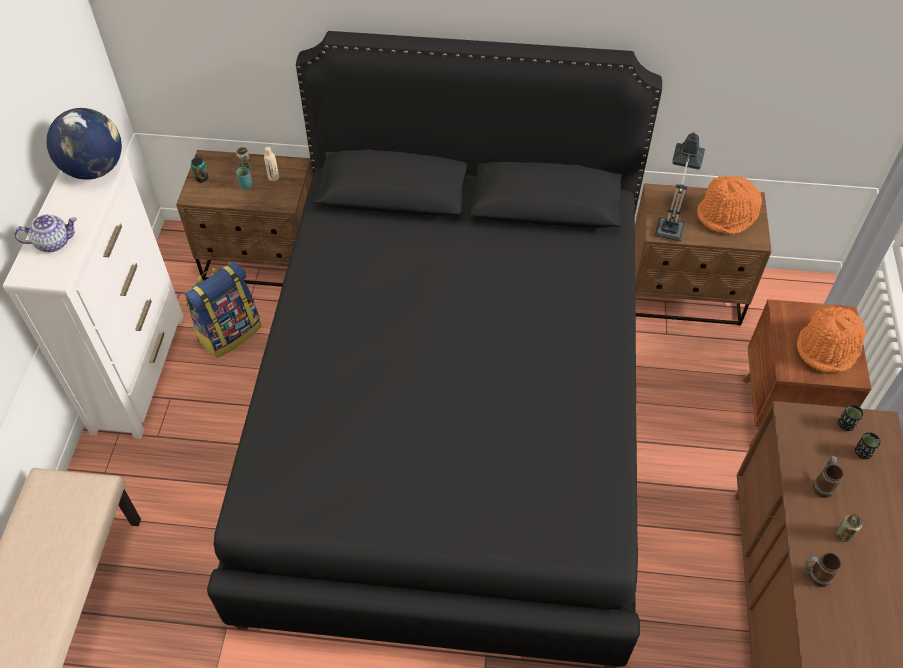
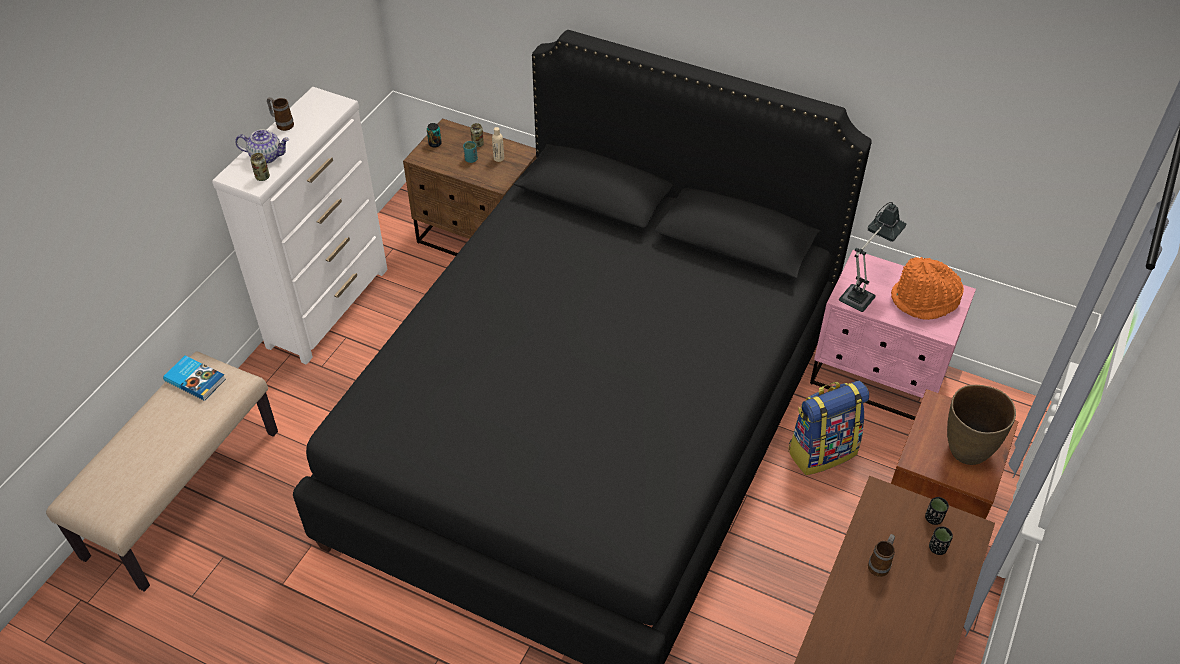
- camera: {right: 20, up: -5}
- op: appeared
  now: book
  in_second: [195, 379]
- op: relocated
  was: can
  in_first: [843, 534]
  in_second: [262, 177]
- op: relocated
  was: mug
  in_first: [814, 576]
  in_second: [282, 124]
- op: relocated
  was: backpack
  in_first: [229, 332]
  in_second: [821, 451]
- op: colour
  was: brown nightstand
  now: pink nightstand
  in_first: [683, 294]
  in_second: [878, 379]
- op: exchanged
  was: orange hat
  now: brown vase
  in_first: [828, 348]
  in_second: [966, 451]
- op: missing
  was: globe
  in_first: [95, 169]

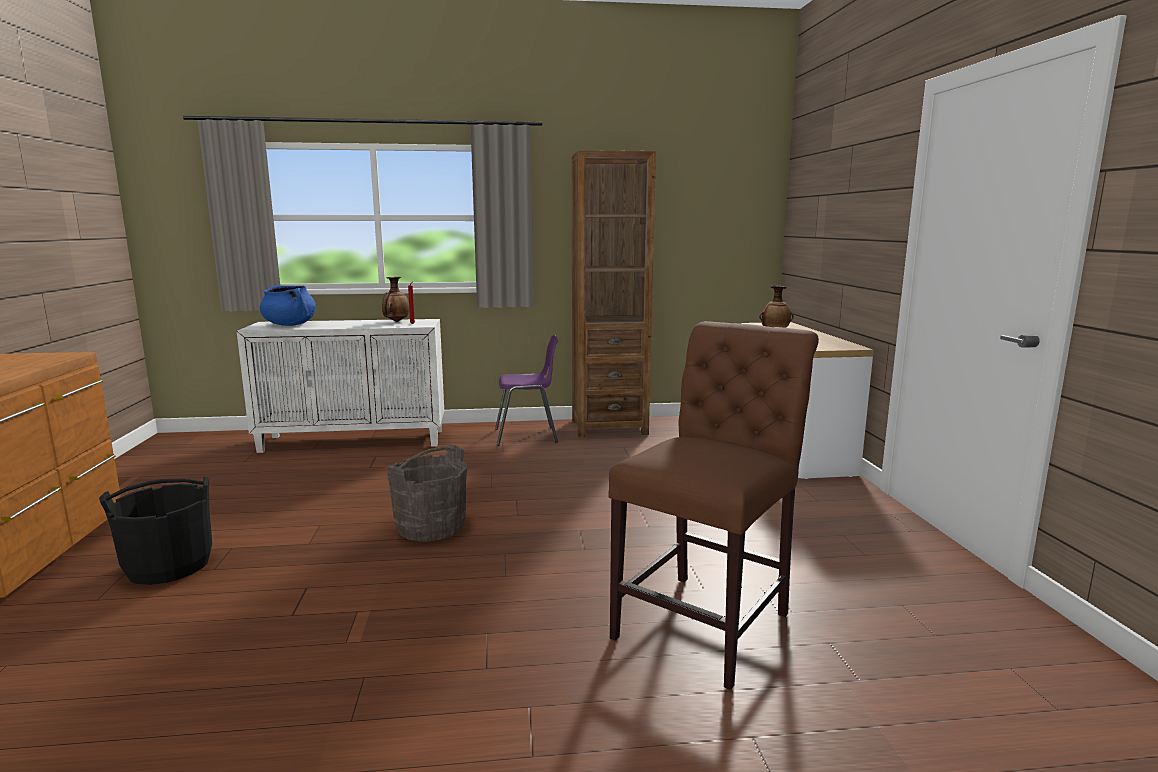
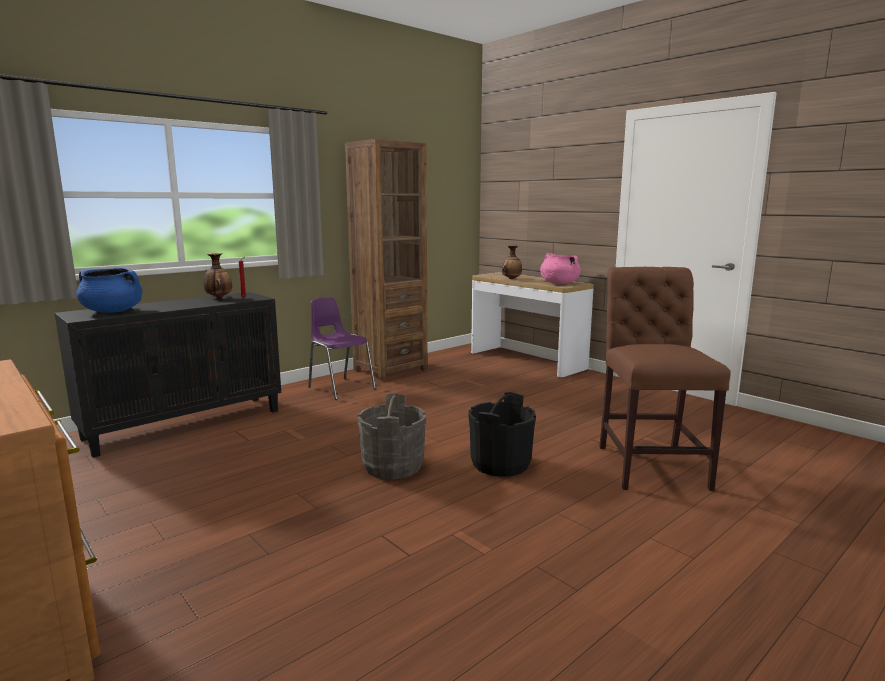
- camera: {right: -35, up: 0}
- op: colour
  was: white cabinet
  now: black cabinet
  in_first: [355, 440]
  in_second: [186, 423]
- op: spun
  was: purple chair
  in_first: [527, 436]
  in_second: [340, 388]
  clockwise: -90
- op: relocated
  was: black bucket
  in_first: [169, 566]
  in_second: [500, 464]
- op: appeared
  now: pink cooking pot
  in_second: [559, 283]

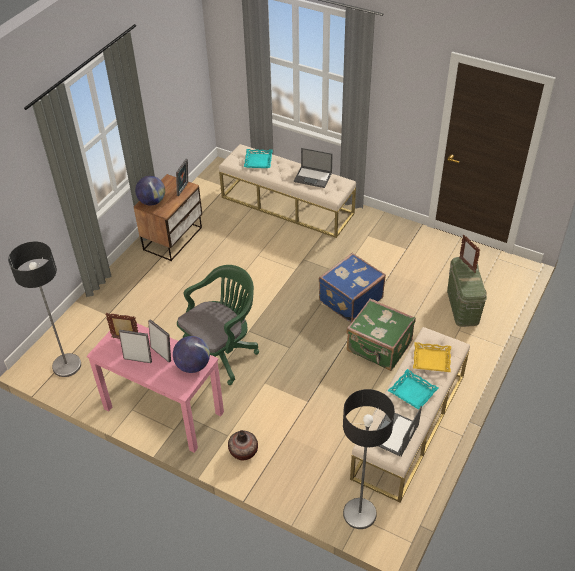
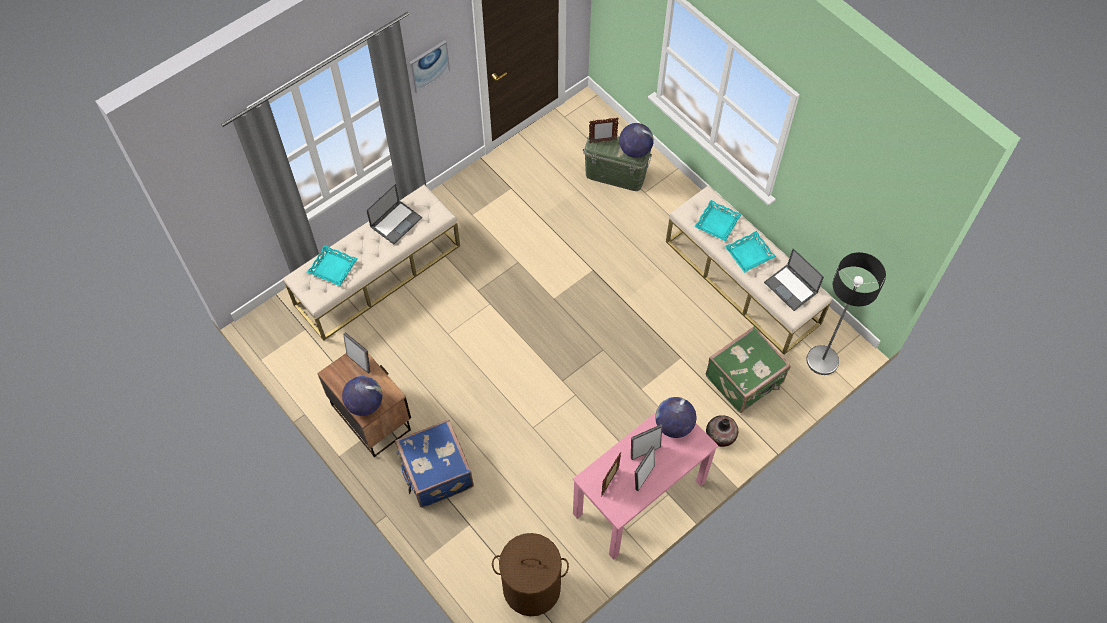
- camera: {right: -70, up: 15}
- op: relocated
  was: blue suitcase
  in_first: [349, 299]
  in_second: [435, 473]
- op: appeared
  now: picture
  in_second: [429, 65]
- op: exchanged
  was: floor lamp
  now: brown laundry basket
  in_first: [66, 365]
  in_second: [531, 588]
- op: appeared
  now: globe
  in_second: [635, 150]
- op: colour
  was: yellow tray
  now: turquoise tray
  in_first: [431, 360]
  in_second: [717, 223]
- op: relocated
  was: green suitcase
  in_first: [379, 348]
  in_second: [745, 380]
- op: missing
  was: green office chair
  in_first: [221, 353]

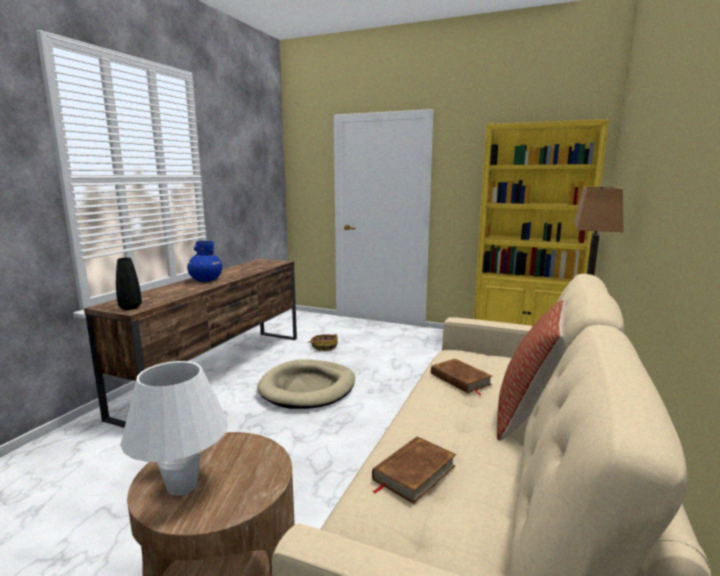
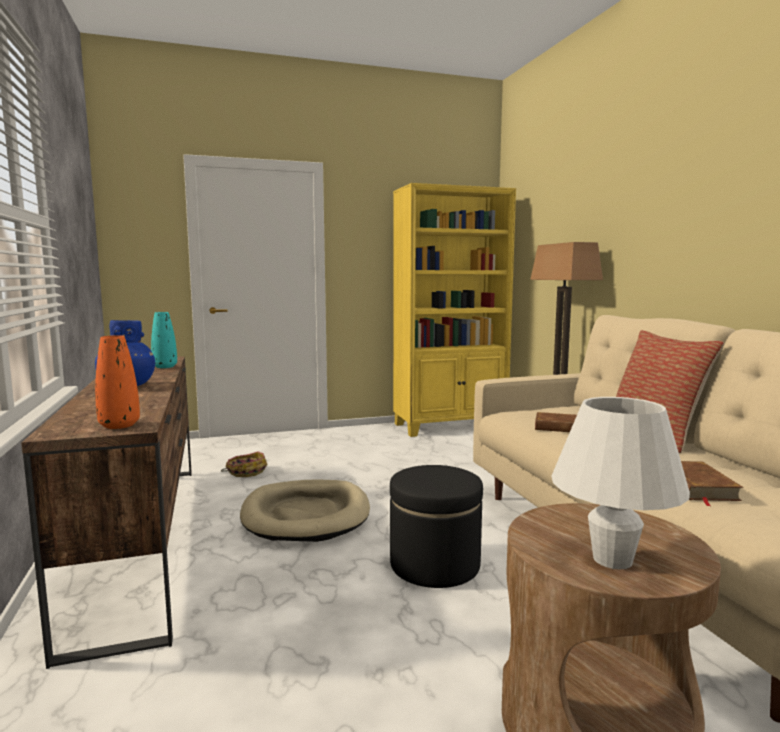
- camera: {right: -40, up: -5}
- op: colour
  was: black vase
  now: orange vase
  in_first: [130, 307]
  in_second: [119, 425]
- op: appeared
  now: turquoise vase
  in_second: [165, 367]
- op: appeared
  now: black ottoman
  in_second: [435, 564]

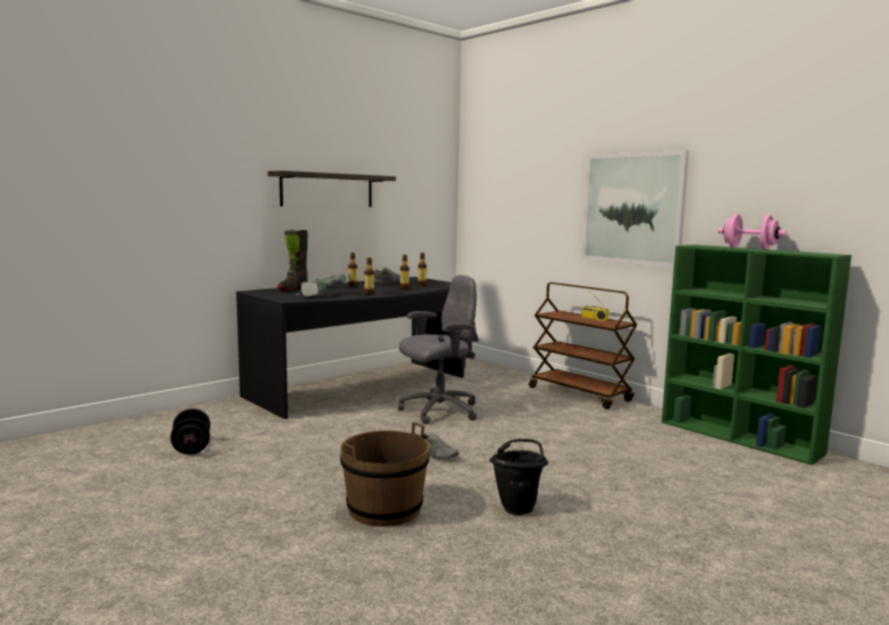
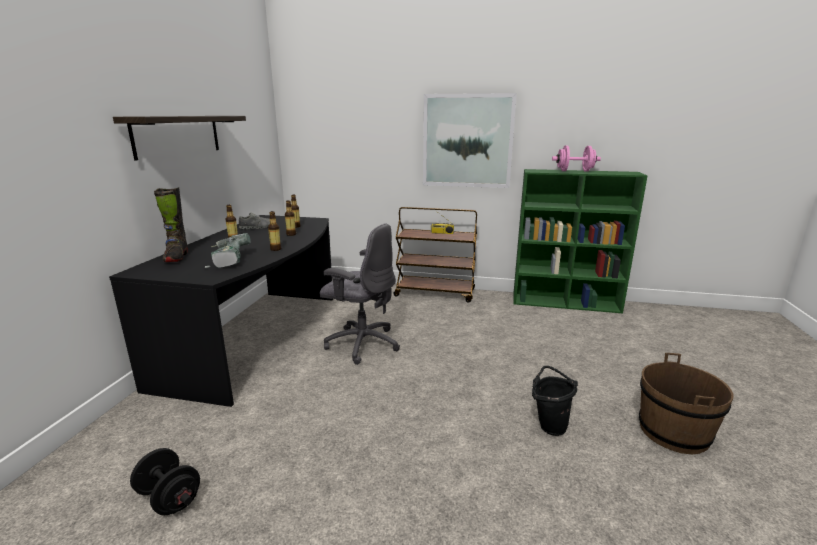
- camera: {right: -35, up: 10}
- op: spun
  was: grey office chair
  in_first: [438, 411]
  in_second: [362, 343]
  clockwise: 90
- op: relocated
  was: brown bucket
  in_first: [384, 509]
  in_second: [673, 432]
- op: missing
  was: grey shoe
  in_first: [437, 455]

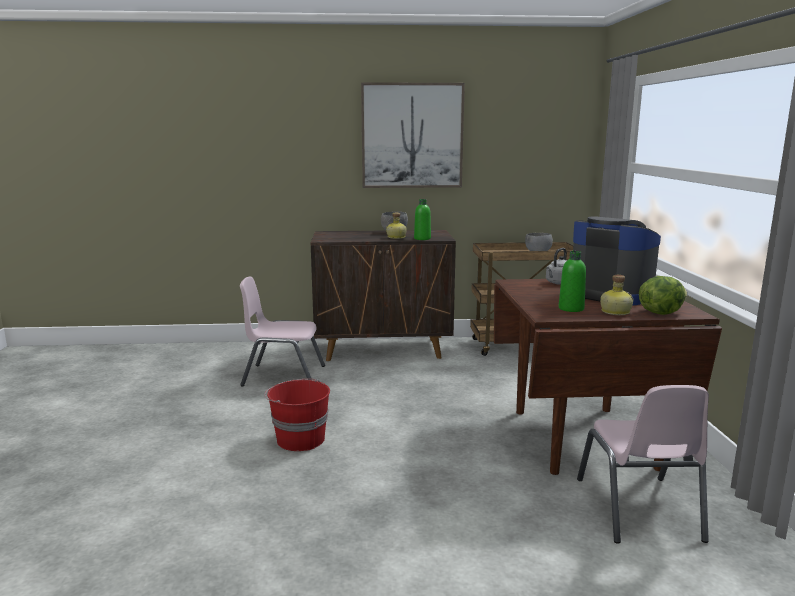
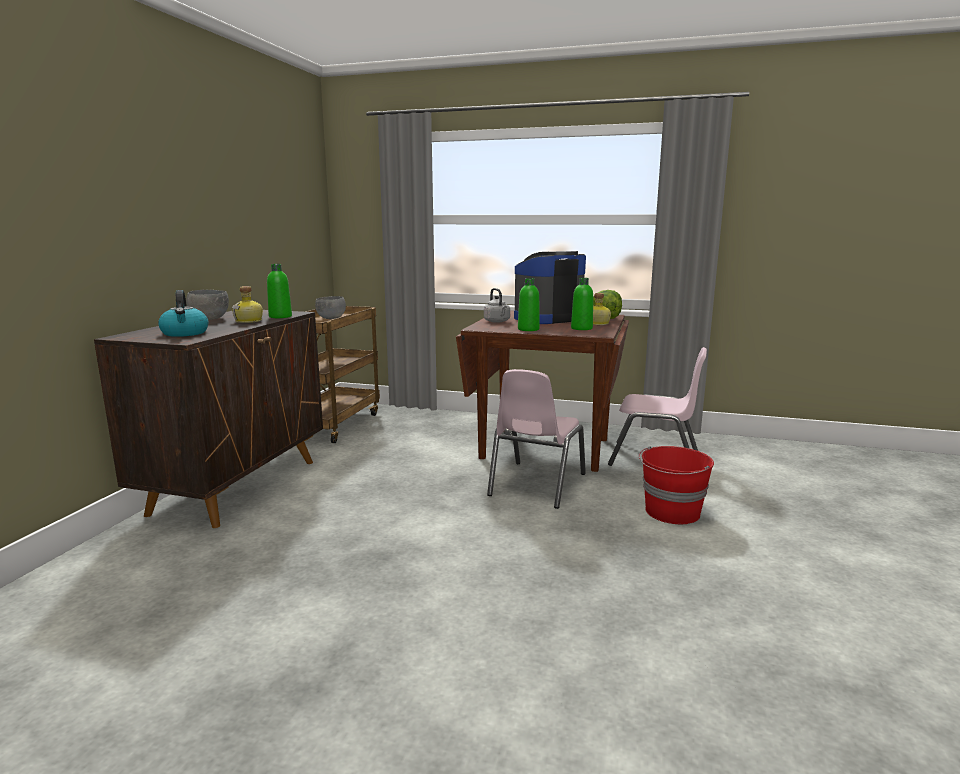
- camera: {right: -70, up: 0}
- op: appeared
  now: kettle
  in_second: [185, 333]
- op: relocated
  was: pink chair
  in_first: [283, 376]
  in_second: [536, 484]
- op: appeared
  now: green bottle
  in_second: [528, 329]
- op: relocated
  was: red bucket
  in_first: [299, 439]
  in_second: [672, 512]
- op: missing
  was: picture
  in_first: [412, 136]

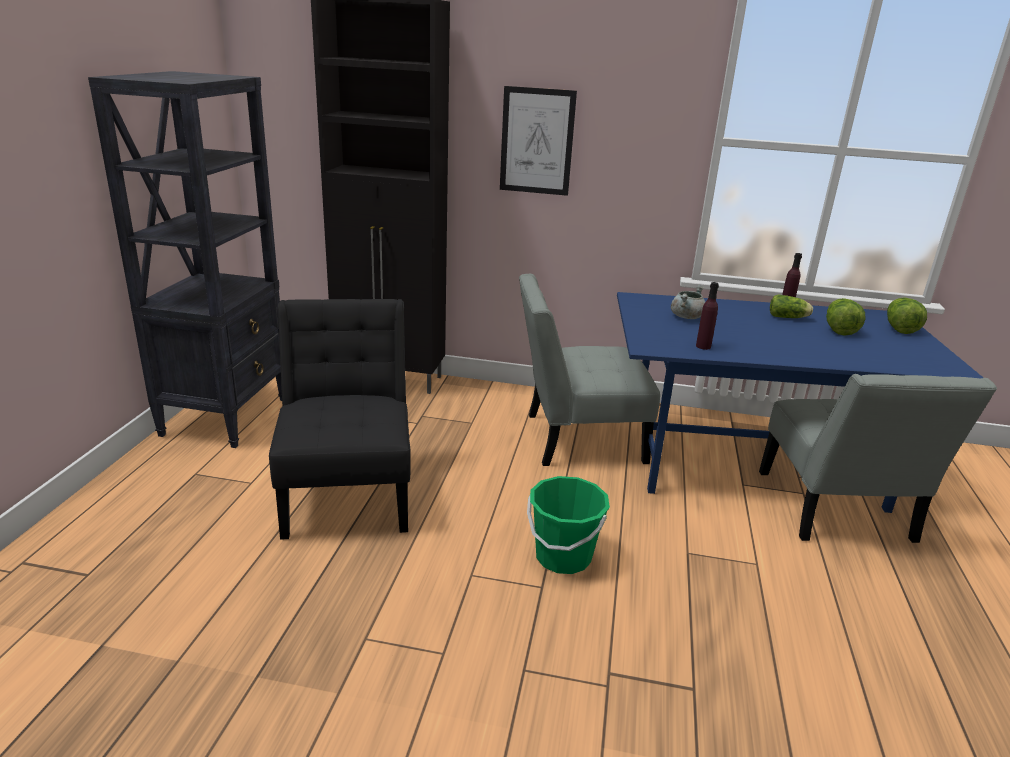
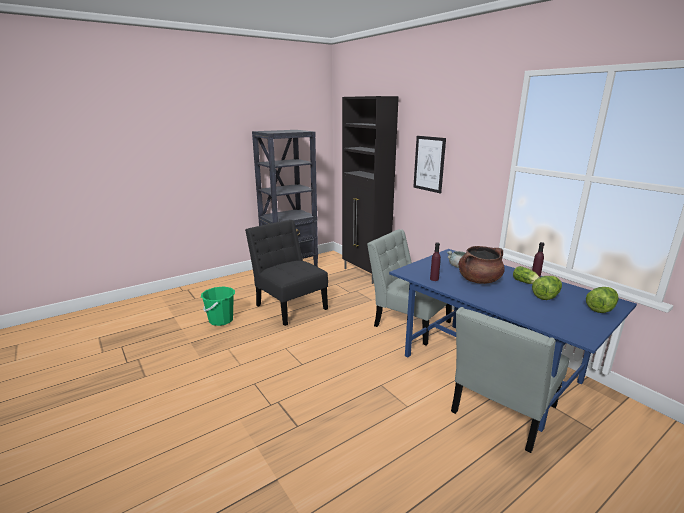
- camera: {right: 45, up: -5}
- op: relocated
  was: green bucket
  in_first: [563, 557]
  in_second: [221, 320]
- op: spun
  was: black chair
  in_first: [348, 492]
  in_second: [289, 306]
  clockwise: -75
- op: appeared
  now: brown cooking pot
  in_second: [479, 280]

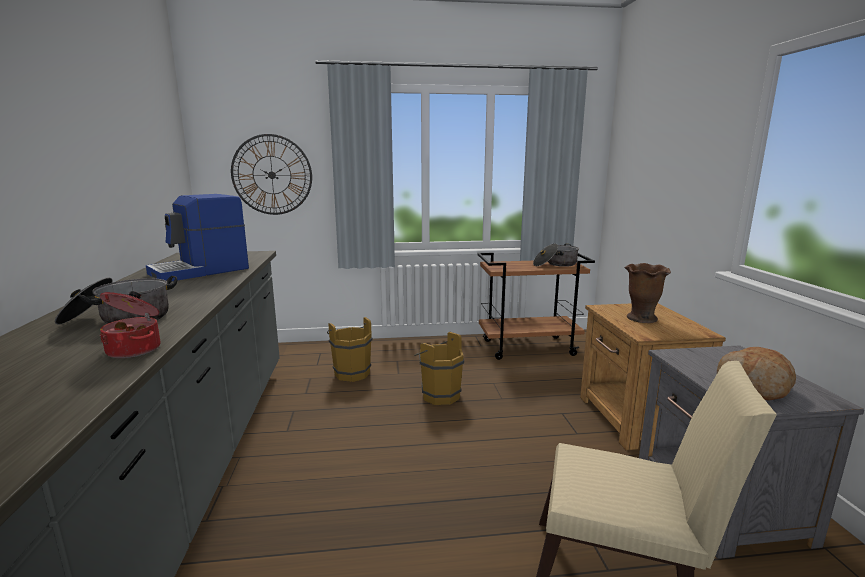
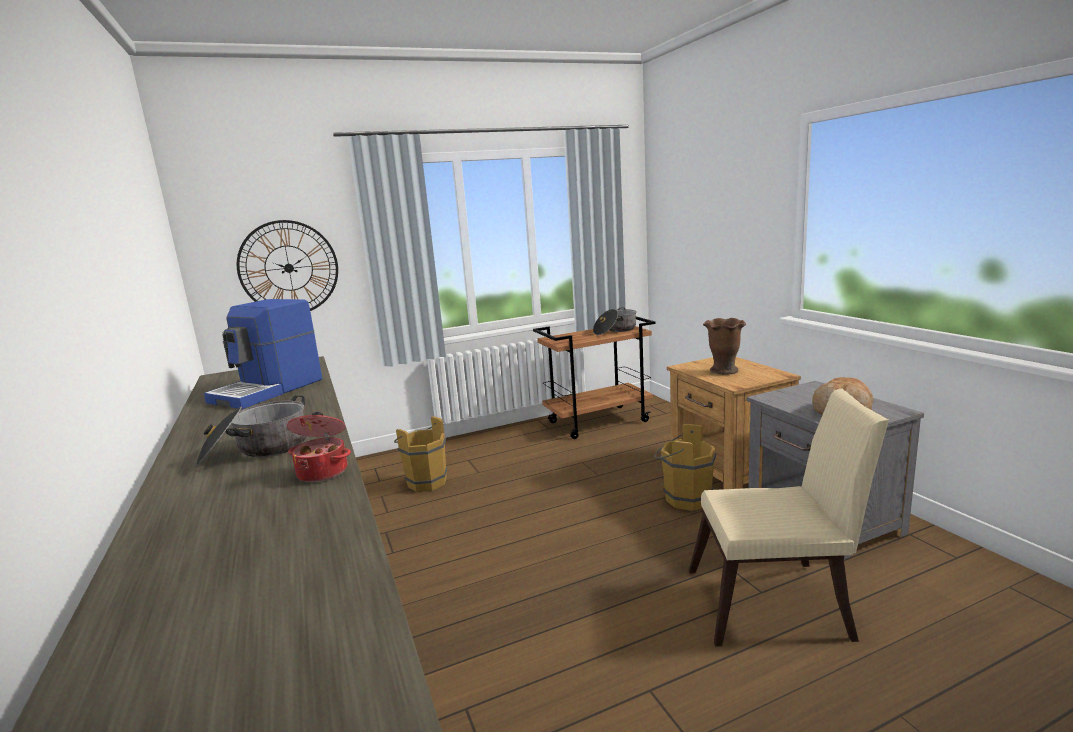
- camera: {right: -15, up: 0}
- op: relocated
  was: brown bucket
  in_first: [438, 395]
  in_second: [684, 499]

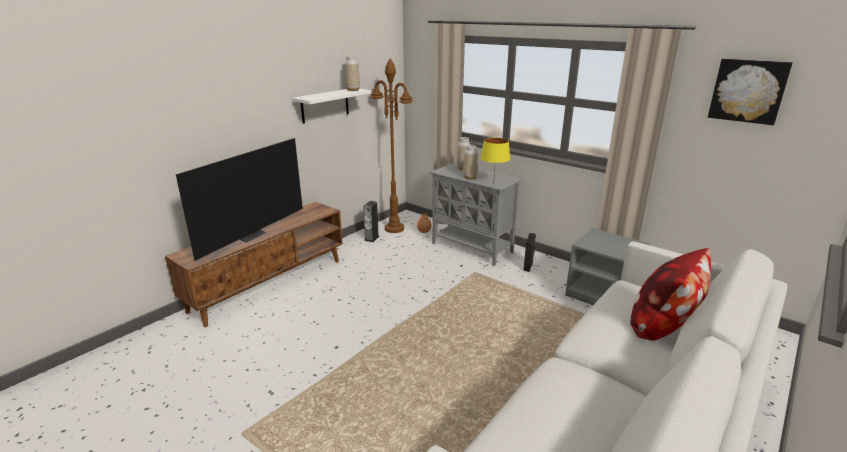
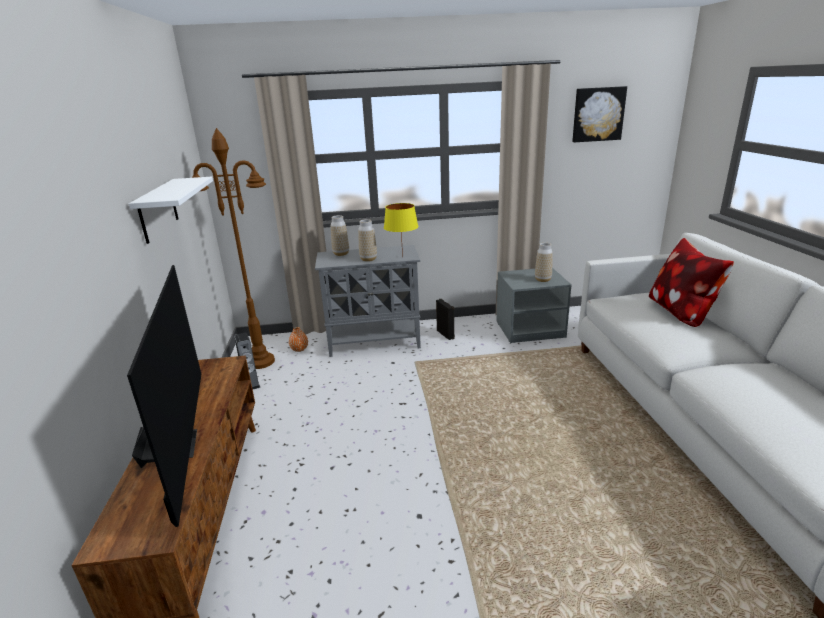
- camera: {right: -45, up: 0}
- op: relocated
  was: vase
  in_first: [353, 90]
  in_second: [542, 280]

